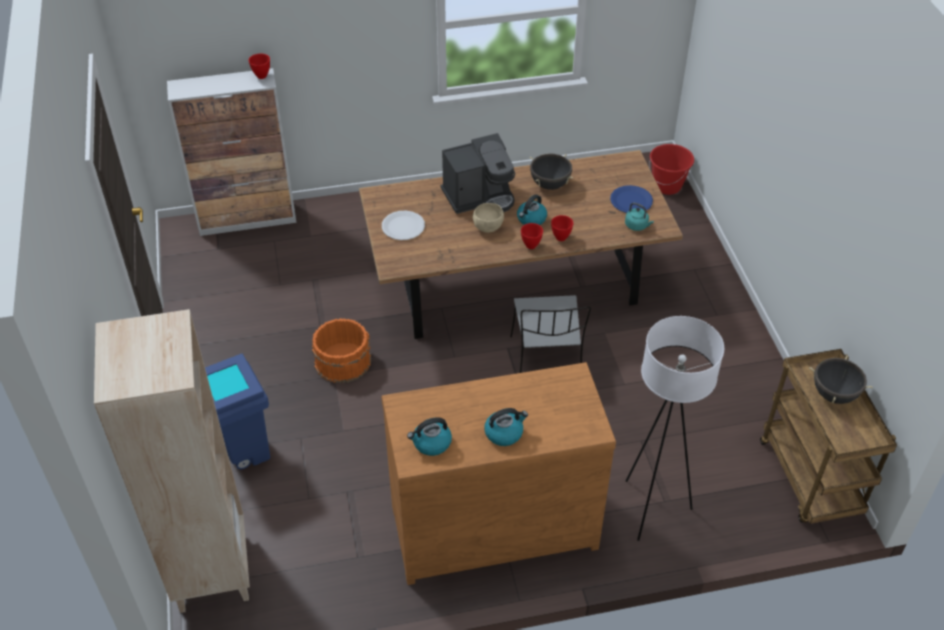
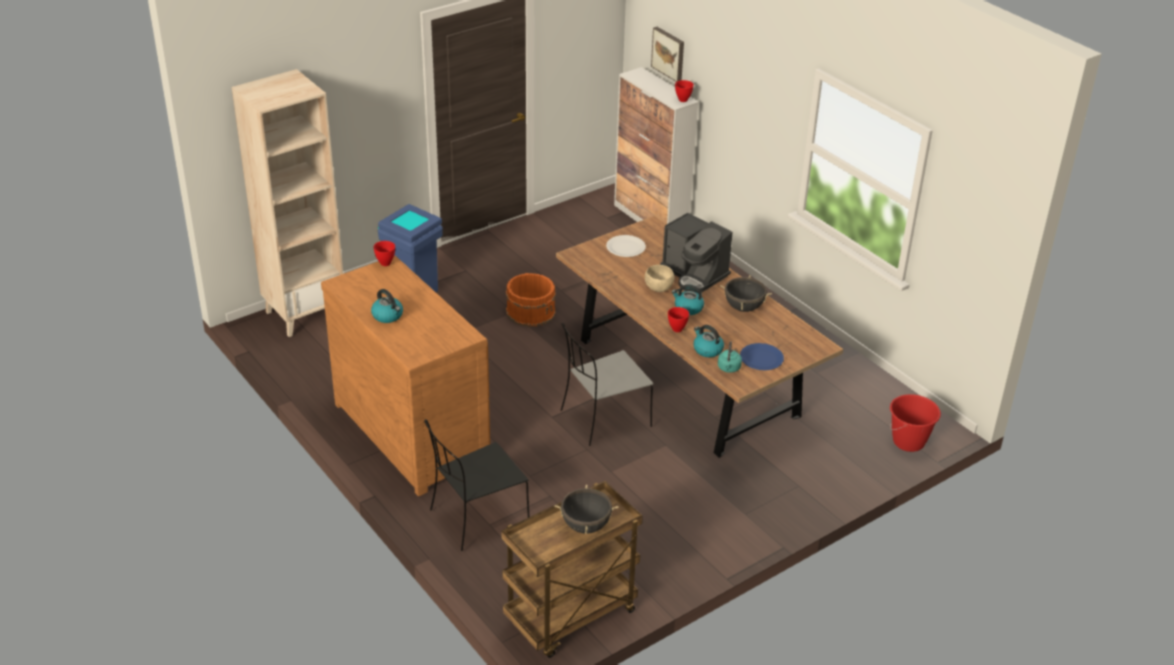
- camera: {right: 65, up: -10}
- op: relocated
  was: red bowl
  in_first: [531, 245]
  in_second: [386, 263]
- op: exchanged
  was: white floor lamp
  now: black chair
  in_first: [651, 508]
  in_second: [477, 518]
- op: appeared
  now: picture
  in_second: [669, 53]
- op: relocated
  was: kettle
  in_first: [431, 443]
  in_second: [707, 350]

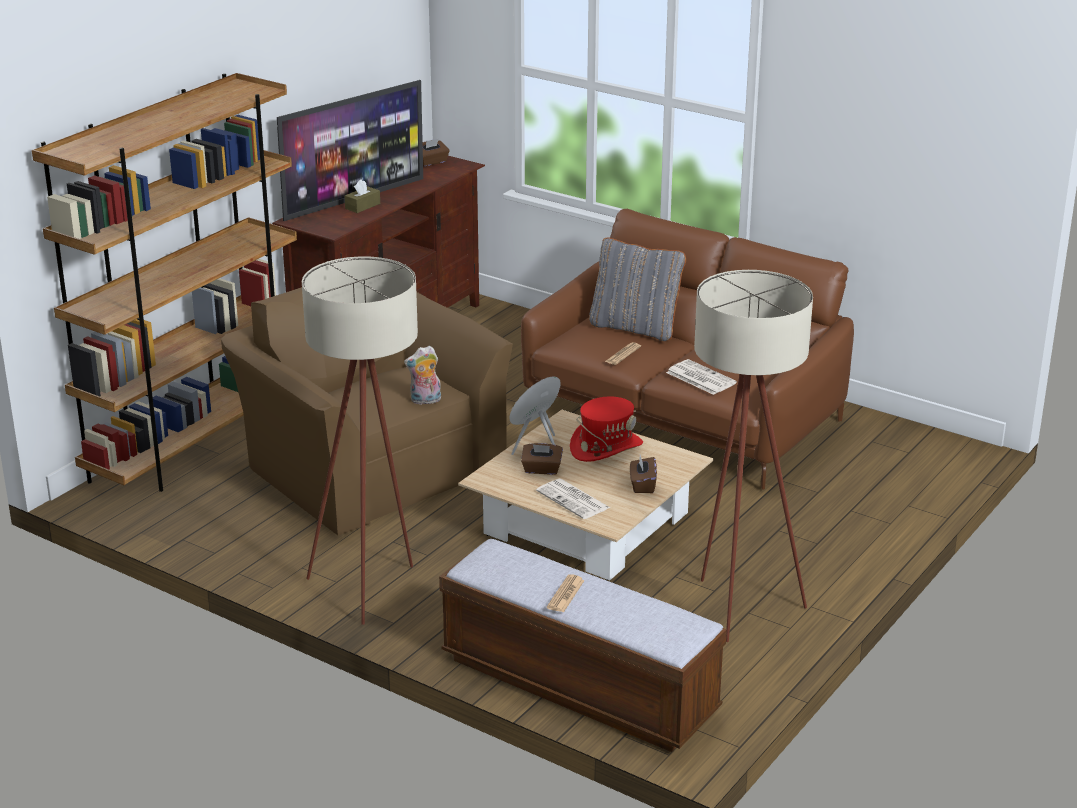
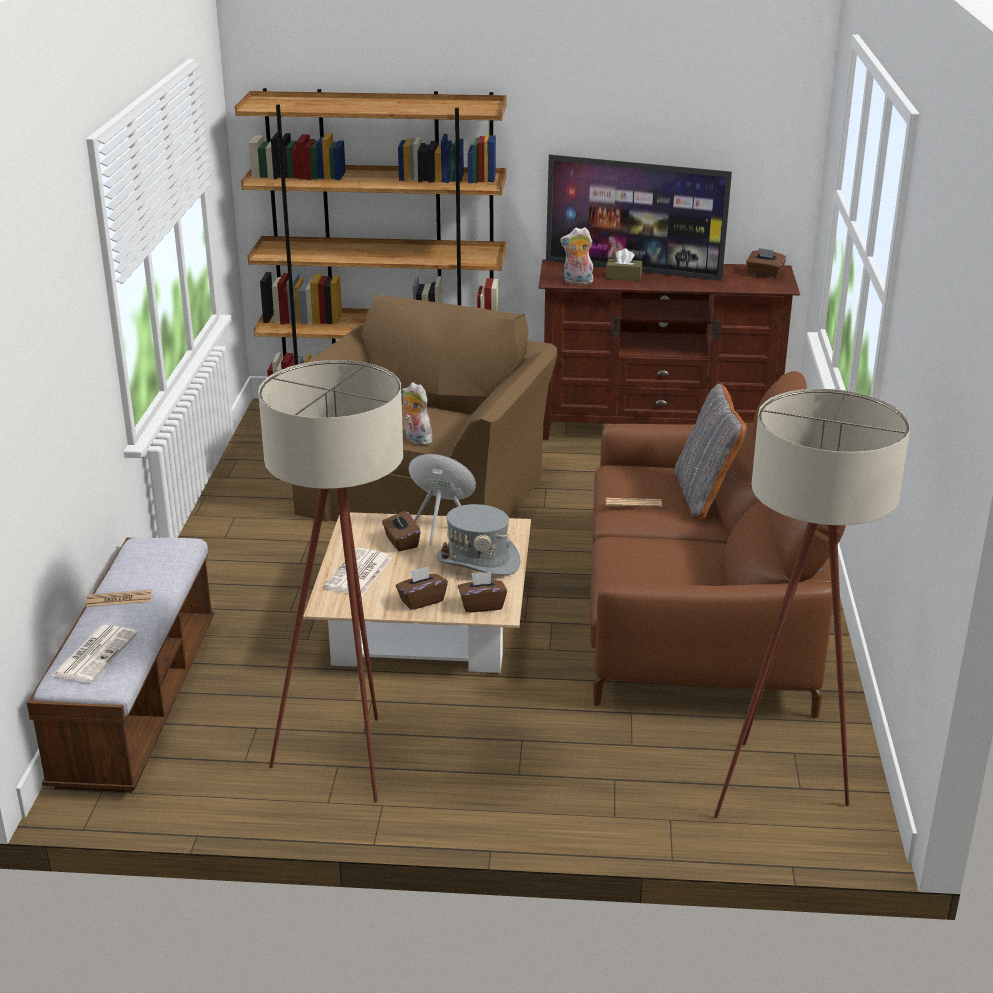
- camera: {right: 60, up: 0}
- op: relocated
  was: newspaper
  in_first: [699, 378]
  in_second: [95, 654]
- op: colour
  was: red hat
  now: grey hat
  in_first: [606, 447]
  in_second: [478, 561]
- op: appeared
  now: brown tissue box
  in_second: [482, 605]
- op: appeared
  now: plush toy
  in_second: [577, 282]
- op: relocated
  was: beige floor lamp
  in_first: [372, 585]
  in_second: [785, 792]

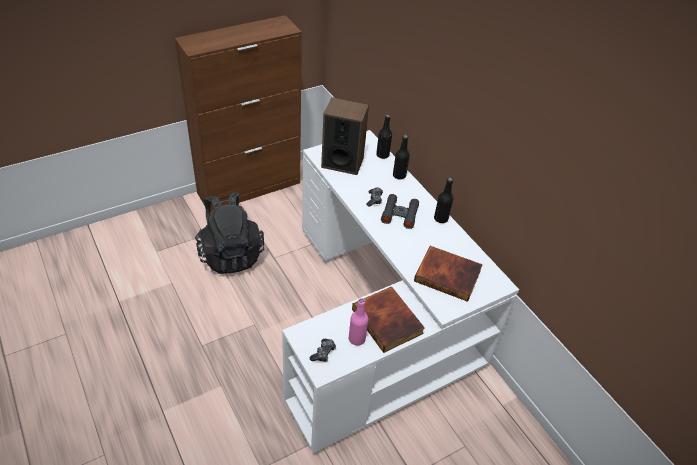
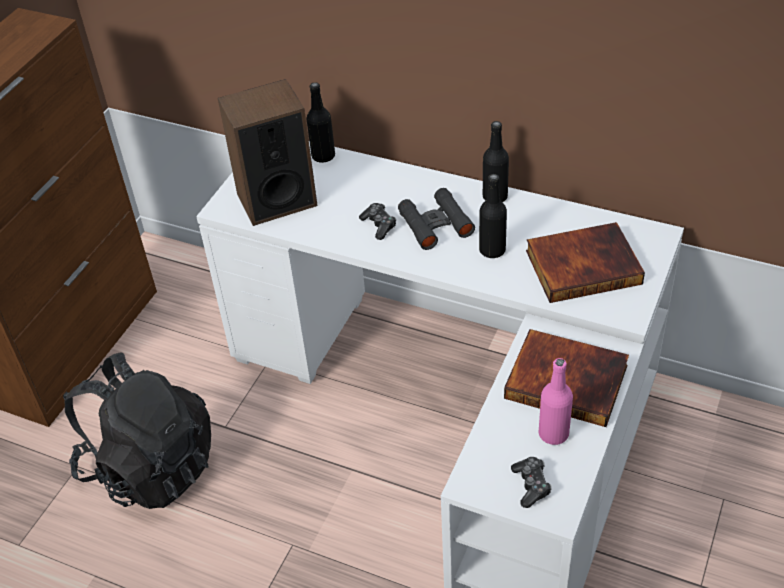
- camera: {right: -30, up: 0}
- op: relocated
  was: black bottle
  in_first: [399, 175]
  in_second: [492, 250]

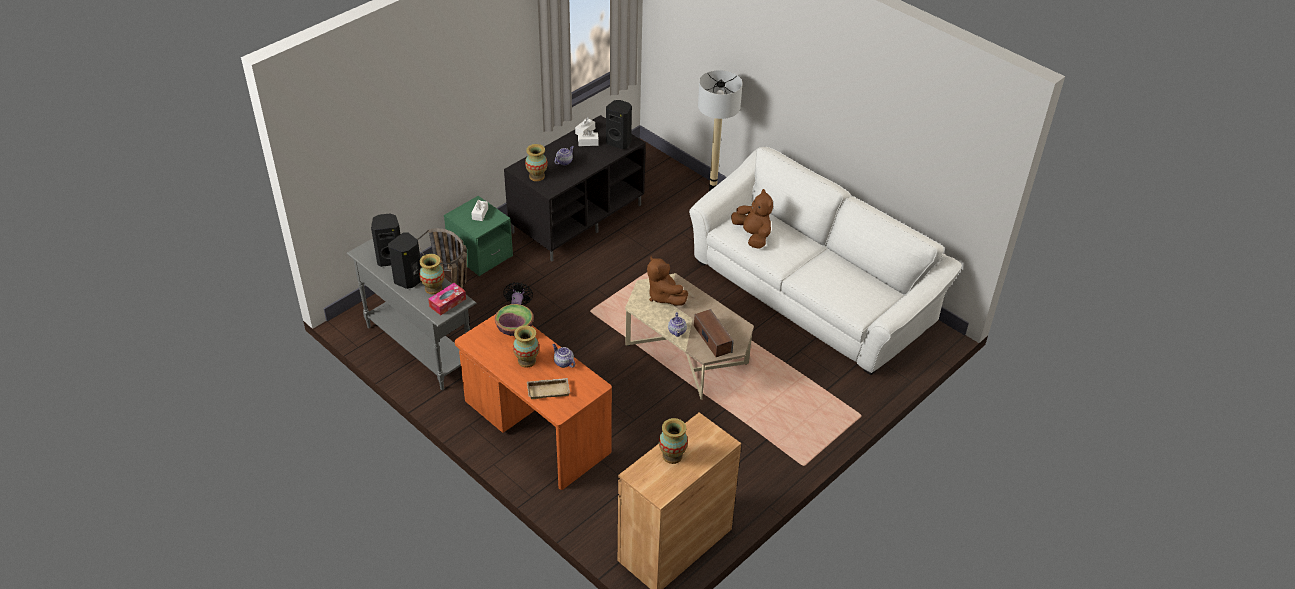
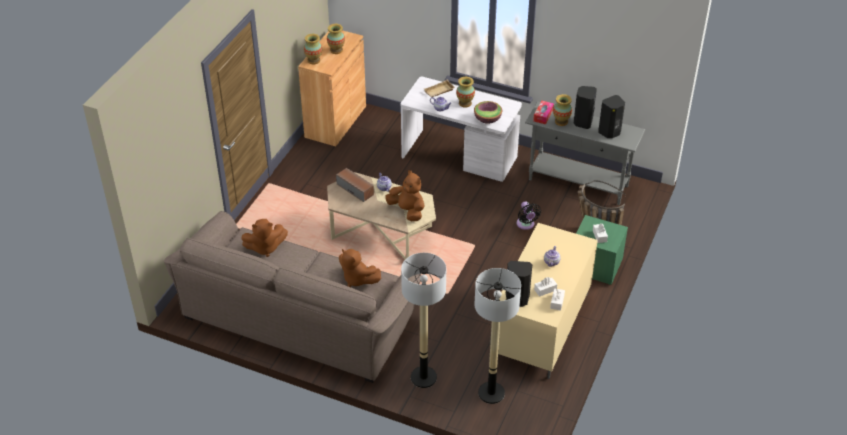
- camera: {right: 160, up: 0}
- op: colour
  was: white sofa
  now: brown sofa
  in_first: [811, 292]
  in_second: [299, 316]
- op: appeared
  now: brown plush toy
  in_second: [265, 247]
- op: relocated
  was: vase
  in_first: [537, 176]
  in_second: [313, 60]
- op: colour
  was: orange desk
  now: white desk
  in_first: [535, 429]
  in_second: [459, 156]
- op: appeared
  now: floor lamp
  in_second: [491, 393]
- op: colour
  was: black tv stand
  now: beige tv stand
  in_first: [577, 217]
  in_second: [542, 327]

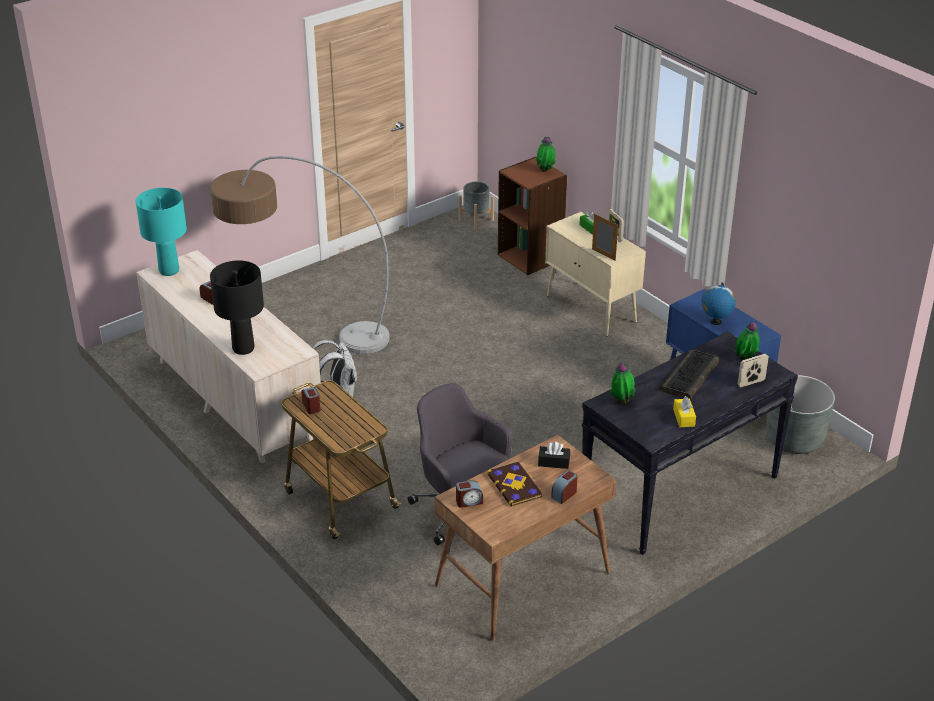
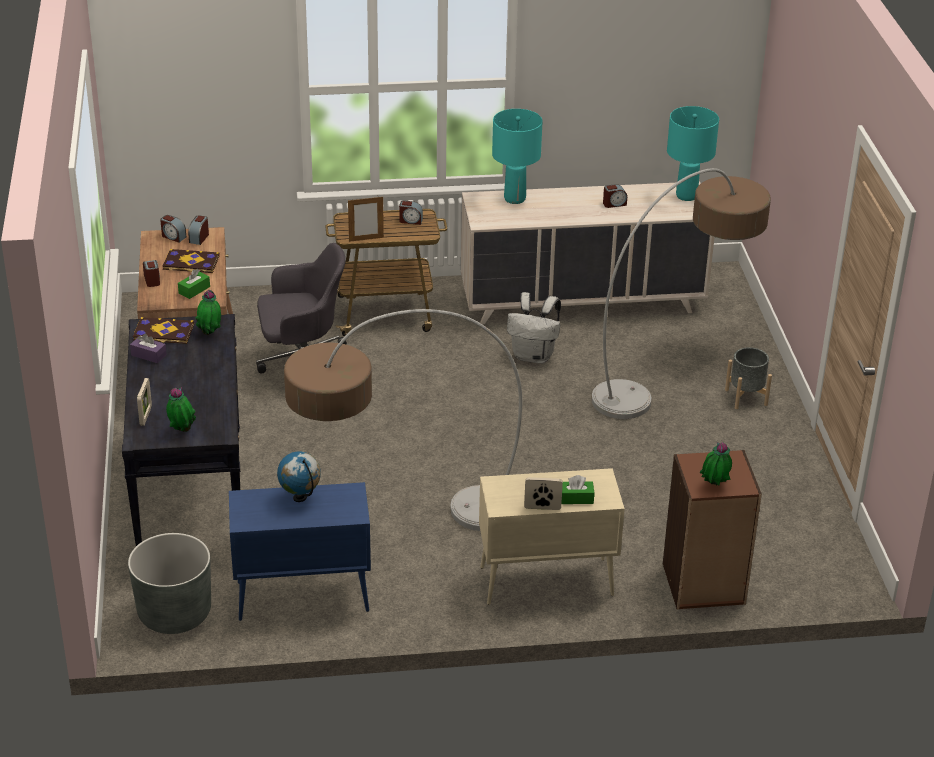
- camera: {right: 120, up: 0}
- op: colour
  was: yellow tissue box
  now: purple tissue box
  in_first: [684, 418]
  in_second: [148, 355]
- op: appeared
  now: book
  in_second: [163, 333]
- op: appeared
  now: alarm clock
  in_second: [173, 236]
- op: colour
  was: black tissue box
  now: green tissue box
  in_first: [553, 462]
  in_second: [194, 290]
- op: appeared
  now: floor lamp
  in_second: [395, 524]
- op: relocated
  was: picture frame
  in_first: [603, 255]
  in_second: [366, 239]
- op: colour
  was: black table lamp
  now: turquoise table lamp
  in_first: [243, 349]
  in_second: [514, 198]
- op: relocated
  was: grey planter
  in_first: [476, 220]
  in_second: [746, 397]
- op: missing
  was: keyboard
  in_first: [690, 376]

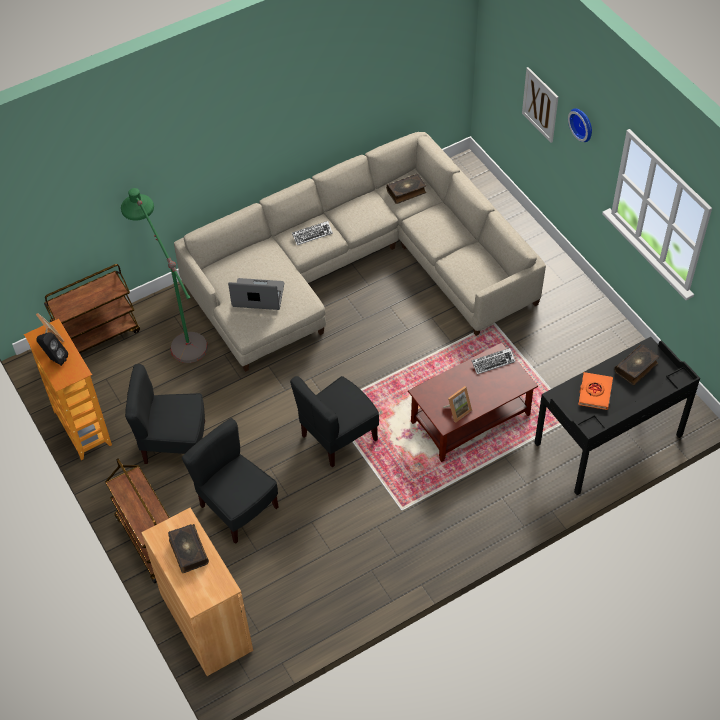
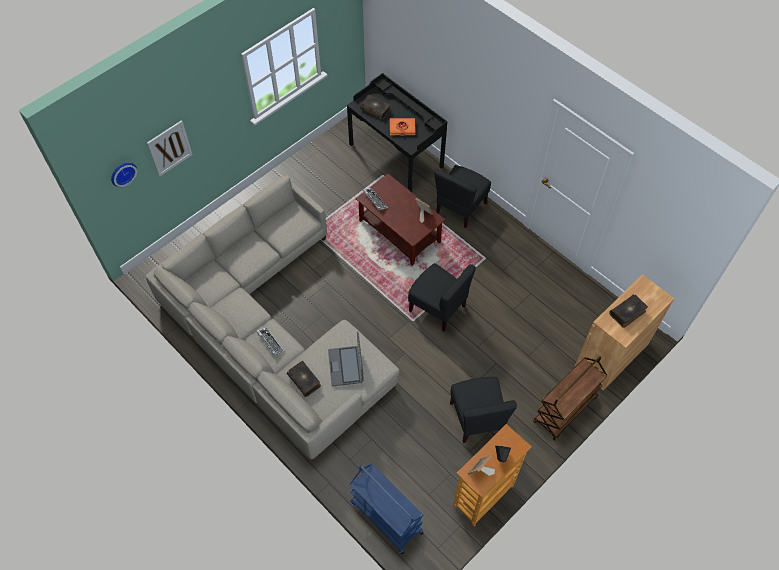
- camera: {right: -105, up: 5}
- op: relocated
  was: wall clock
  in_first: [582, 124]
  in_second: [122, 173]
- op: relocated
  was: book
  in_first: [406, 192]
  in_second: [304, 380]
- op: colour
  was: brown cart
  now: blue cart
  in_first: [98, 336]
  in_second: [385, 517]
- op: relocated
  was: black chair
  in_first: [237, 508]
  in_second: [460, 208]
- op: missing
  was: green floor lamp
  in_first: [177, 330]

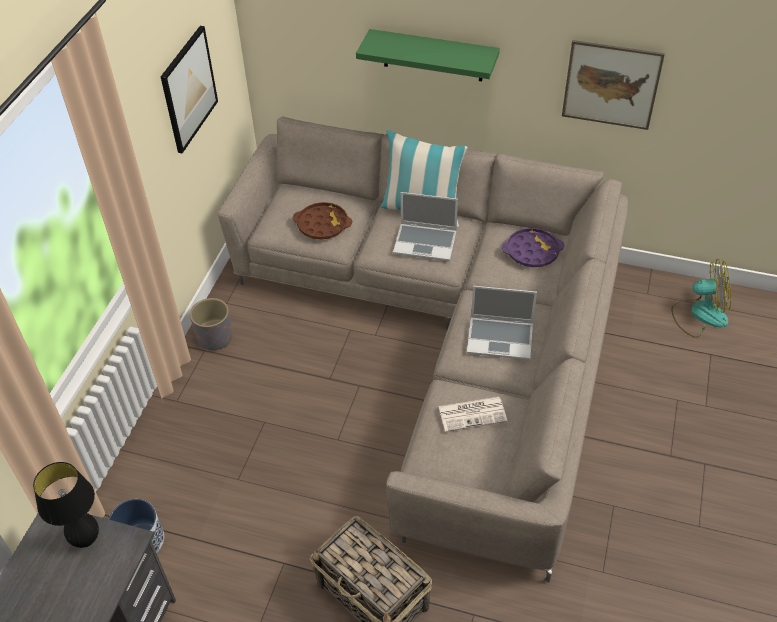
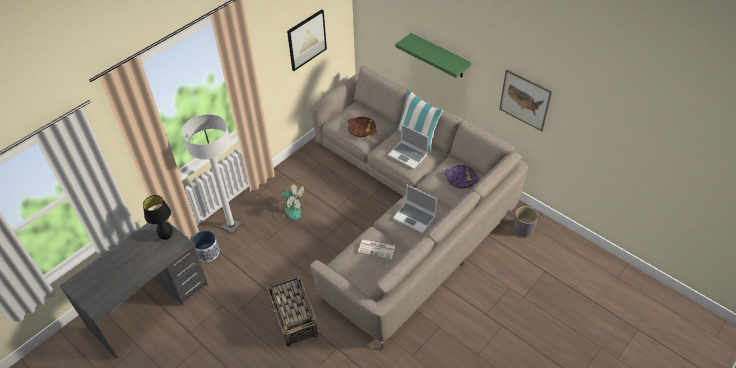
- camera: {right: 25, up: 0}
- op: appeared
  now: white floor lamp
  in_second: [231, 226]
- op: relocated
  was: fan
  in_first: [699, 314]
  in_second: [288, 209]
- op: relocated
  was: grey planter
  in_first: [215, 338]
  in_second: [523, 229]

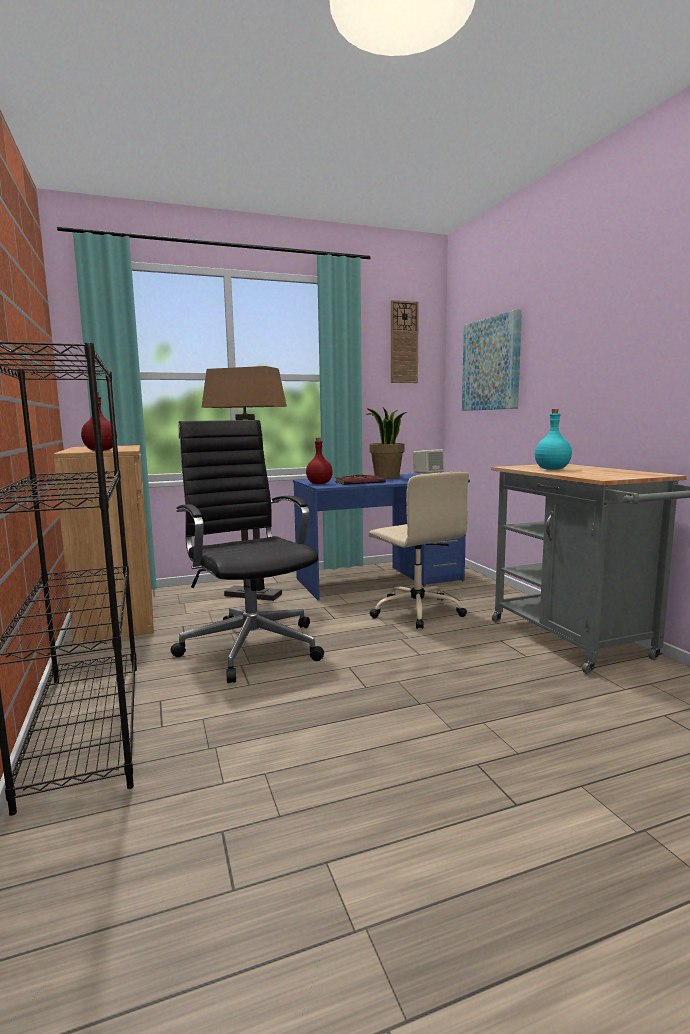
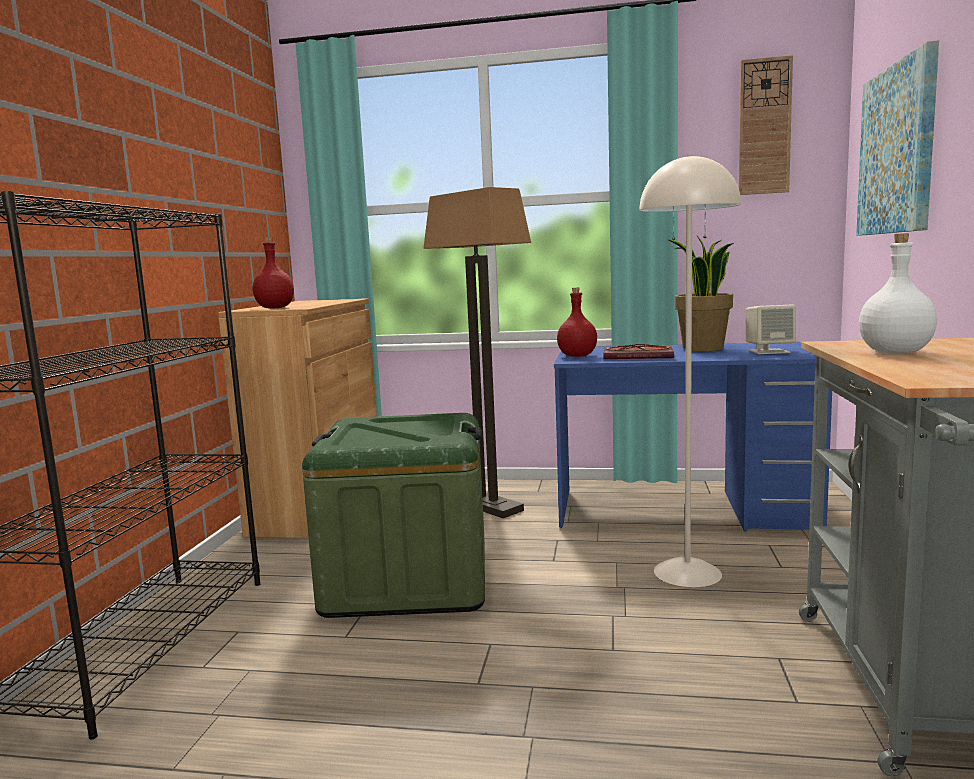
- camera: {right: 30, up: 0}
- op: exchanged
  was: black office chair
  now: green storage box
  in_first: [251, 645]
  in_second: [407, 580]
- op: exchanged
  was: beige office chair
  now: beige floor lamp
  in_first: [416, 611]
  in_second: [686, 572]
- op: colour
  was: turquoise bottle
  now: white bottle
  in_first: [551, 469]
  in_second: [895, 352]

